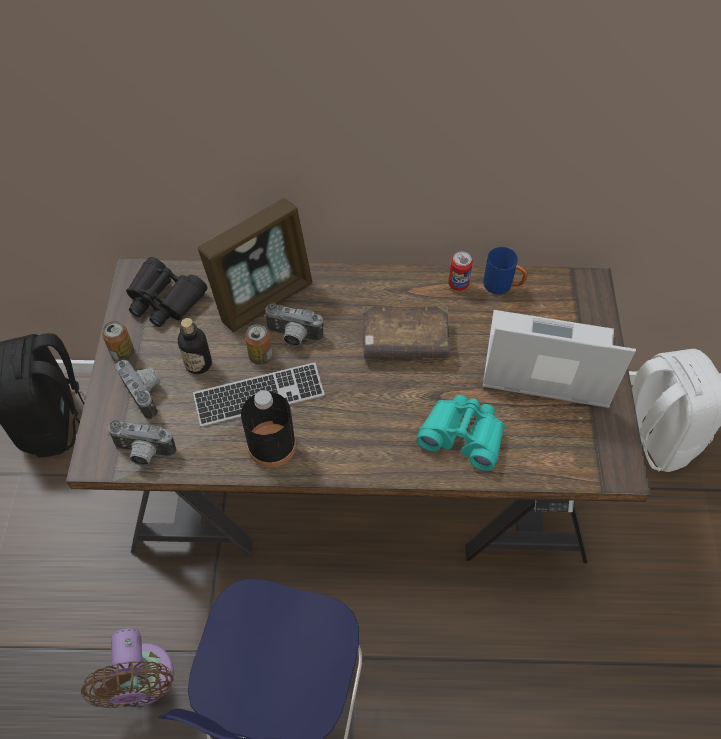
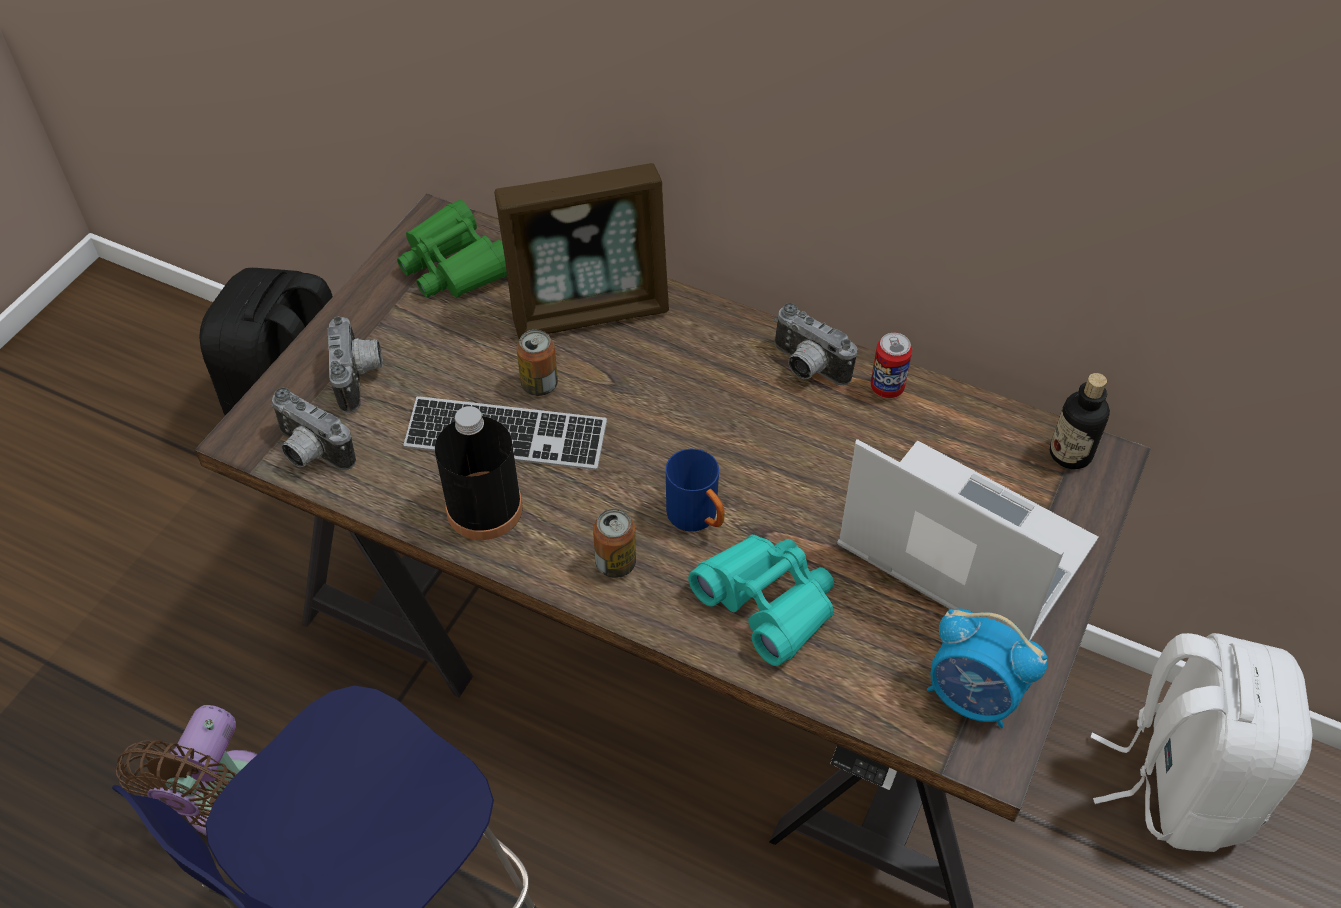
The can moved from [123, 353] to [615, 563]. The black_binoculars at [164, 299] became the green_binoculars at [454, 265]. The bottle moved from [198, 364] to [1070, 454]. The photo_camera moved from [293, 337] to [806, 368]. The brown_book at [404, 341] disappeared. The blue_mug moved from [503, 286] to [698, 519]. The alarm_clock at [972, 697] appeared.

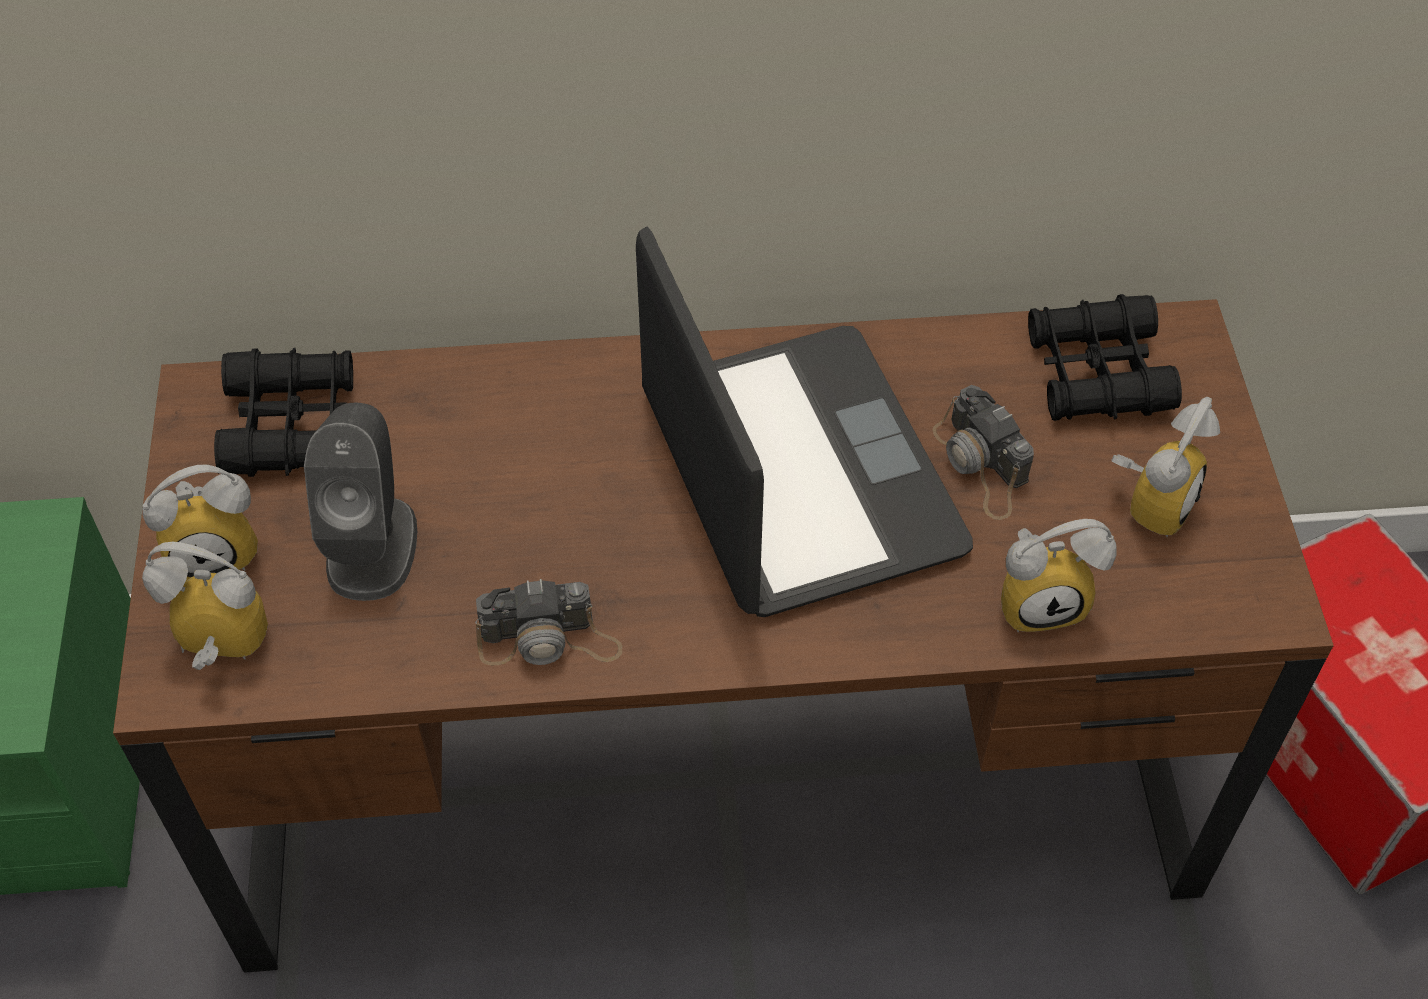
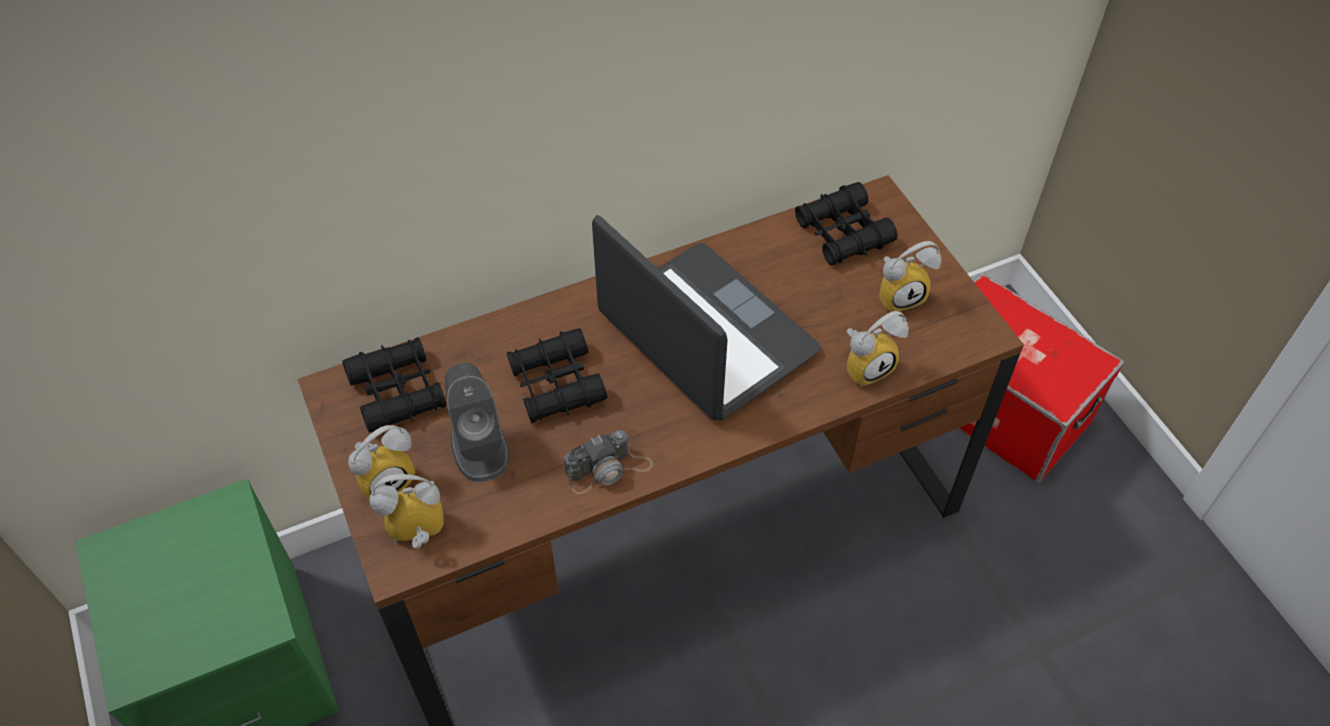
The photo_camera at [981, 464] disappeared. The alarm_clock at [1150, 501] turned 60 degrees clockwise. The black_binoculars at [556, 384] appeared.

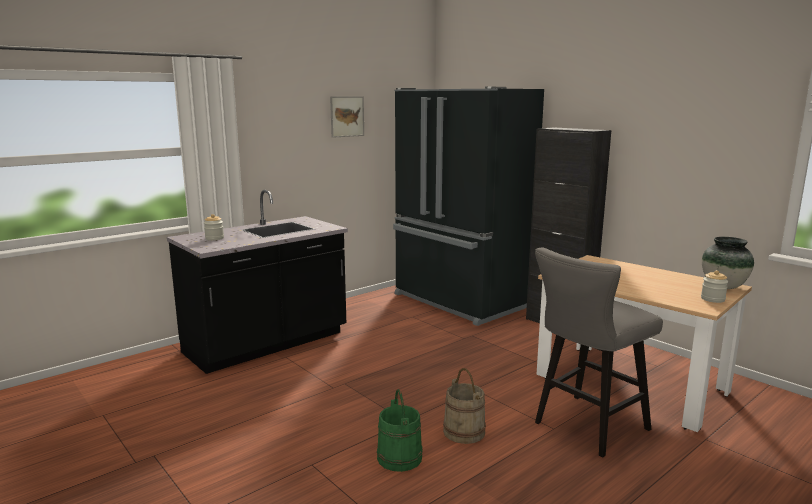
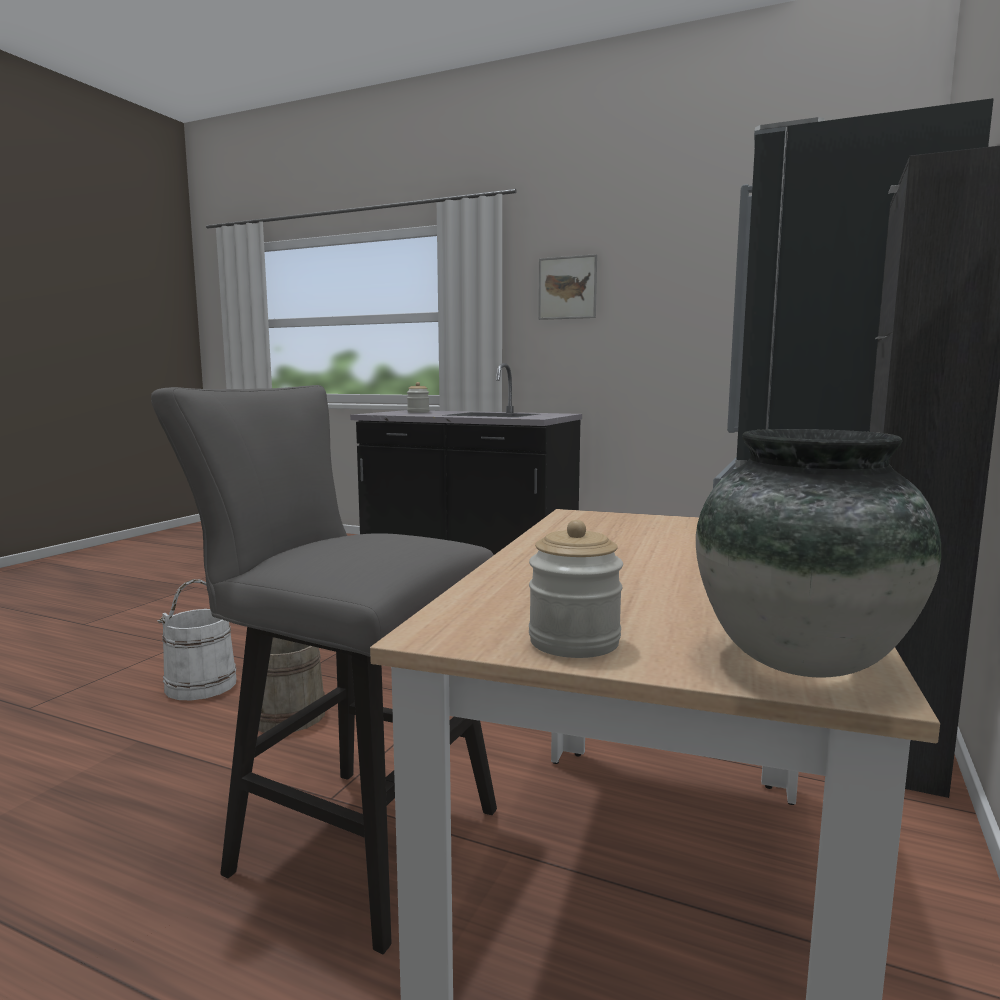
The picture moved from [347, 116] to [567, 288]. The green_bucket at [399, 457] became the white_bucket at [201, 685].

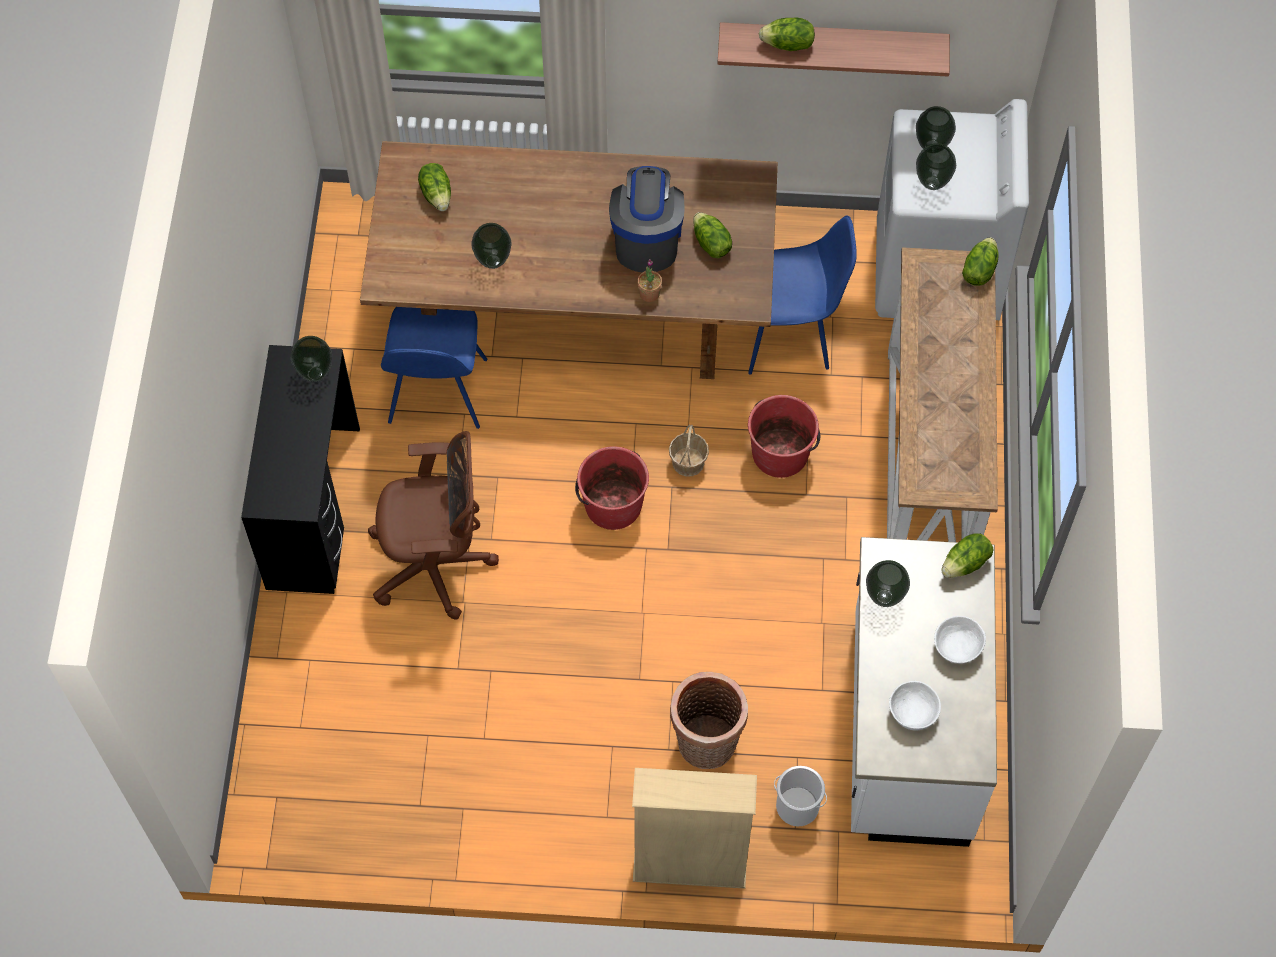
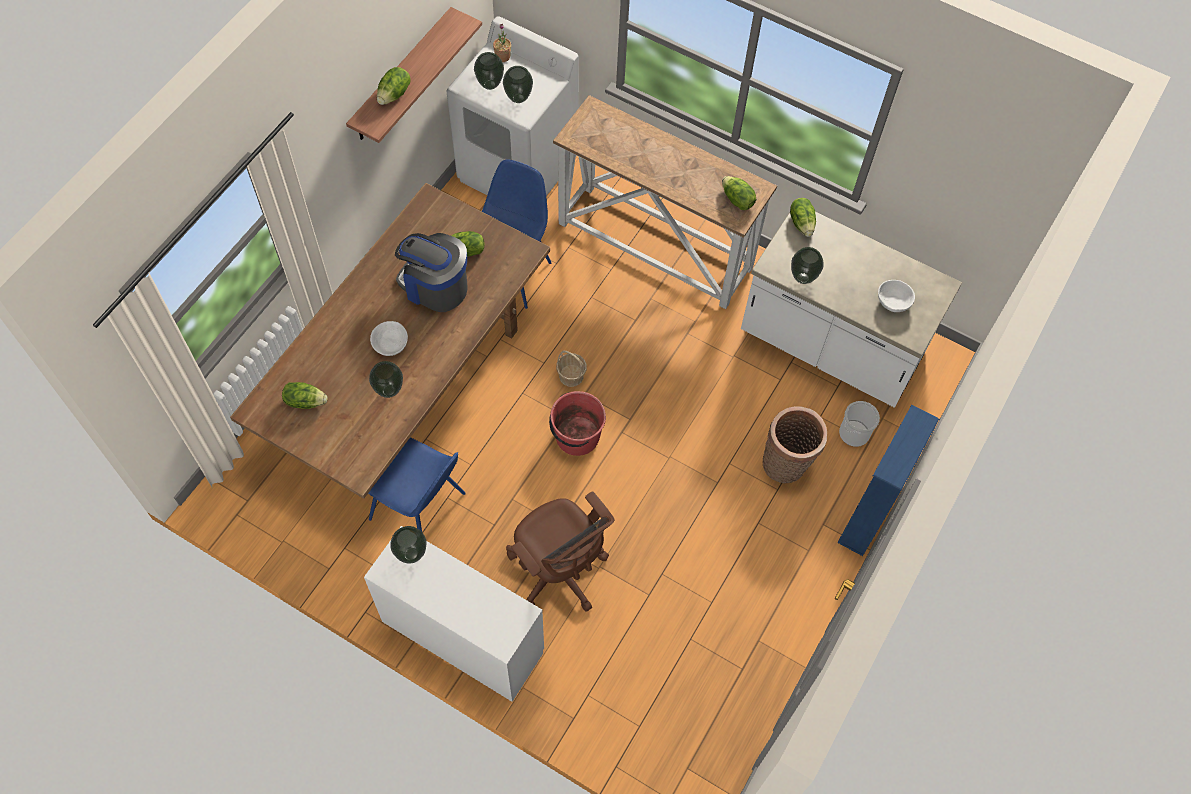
The black_desk at [312, 507] became the white_desk at [462, 637]. The brown_office_chair at [436, 565] turned 120 degrees clockwise. The beige_bookcase at [689, 867] became the blue_bookcase at [868, 516]. The potted_plant moved from [649, 293] to [502, 57]. The red_bucket at [780, 453] disappeared. The white_bowl moved from [957, 646] to [390, 344]. The lettuce moved from [978, 270] to [737, 200].

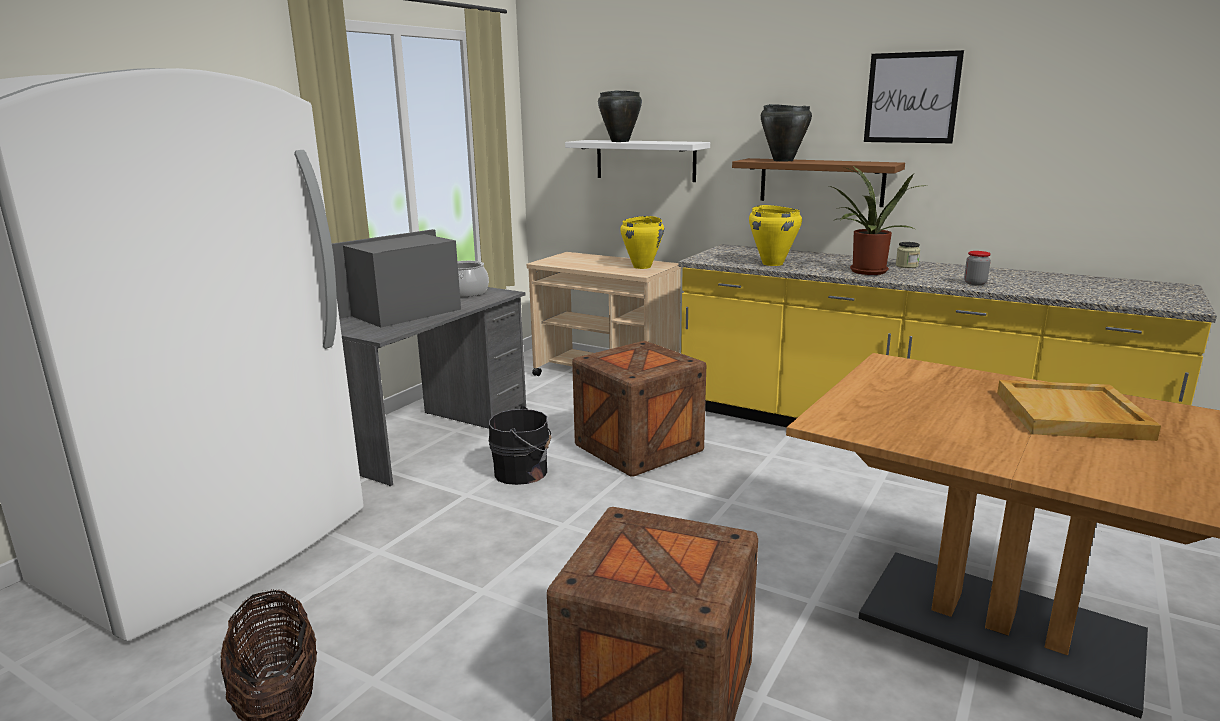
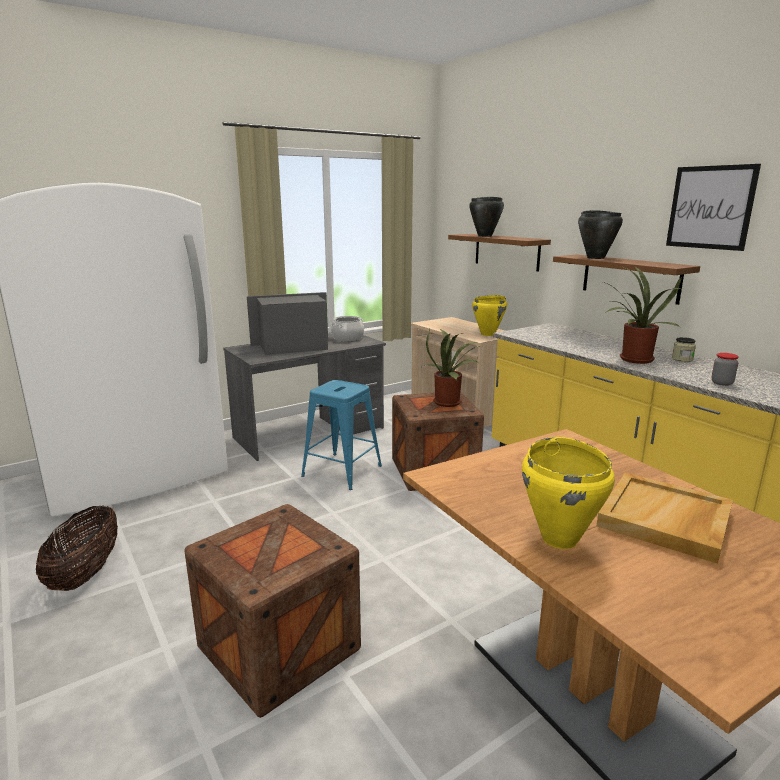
The black_bucket at [523, 472] was replaced by the blue_stool at [342, 470]. The white_shelf at [645, 160] became the brown_shelf at [506, 251]. The yellow_cooking_pot moved from [772, 263] to [560, 538]. The potted_plant at [450, 402] appeared.

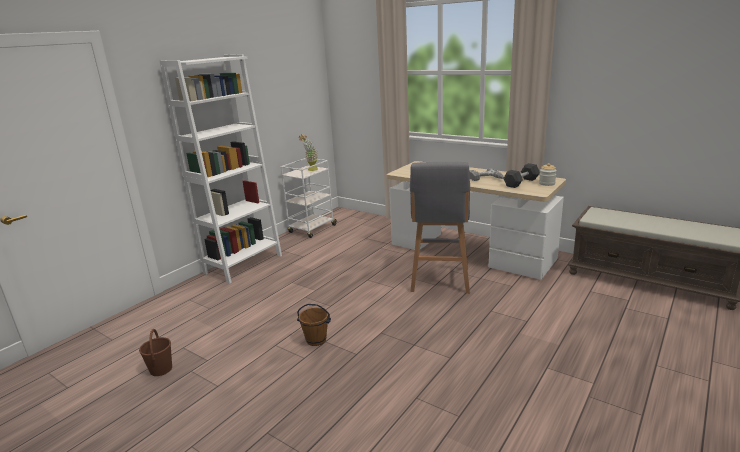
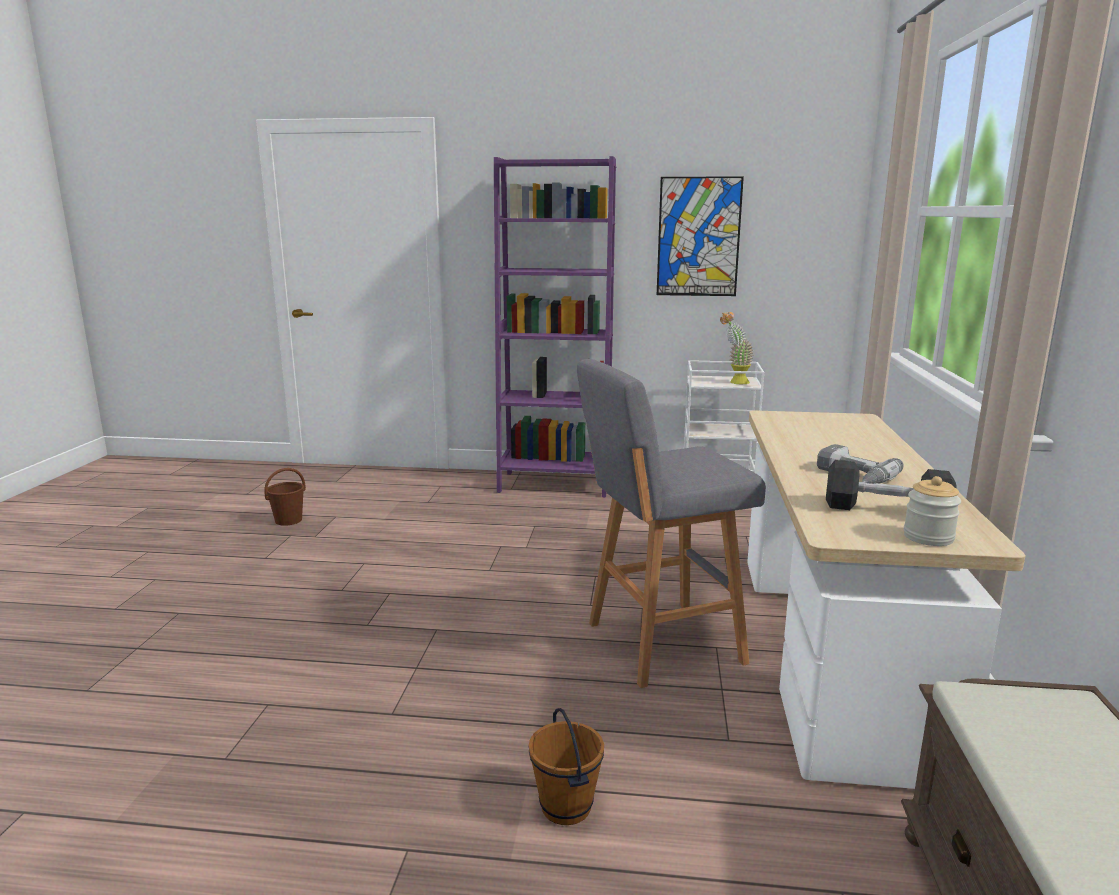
The white_bookcase at [243, 264] became the purple_bookcase at [554, 484]. The brown_bucket moved from [316, 340] to [567, 807]. The picture at [698, 237] appeared.

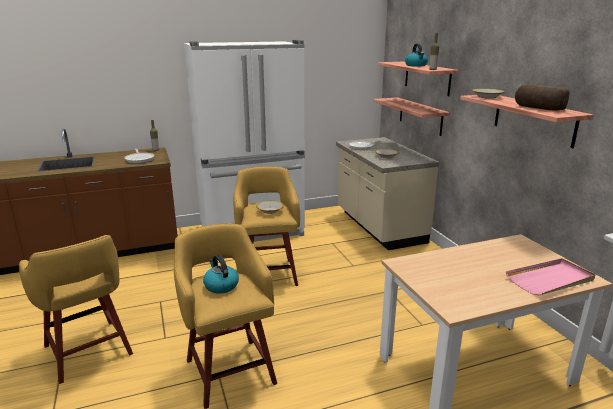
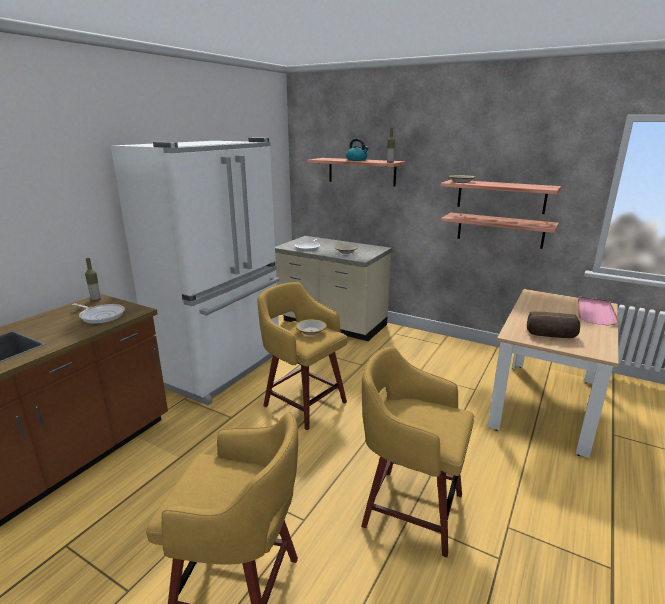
The kettle at [221, 285] disappeared. The shelf moved from [420, 116] to [500, 230]. The bread moved from [538, 108] to [551, 335].

